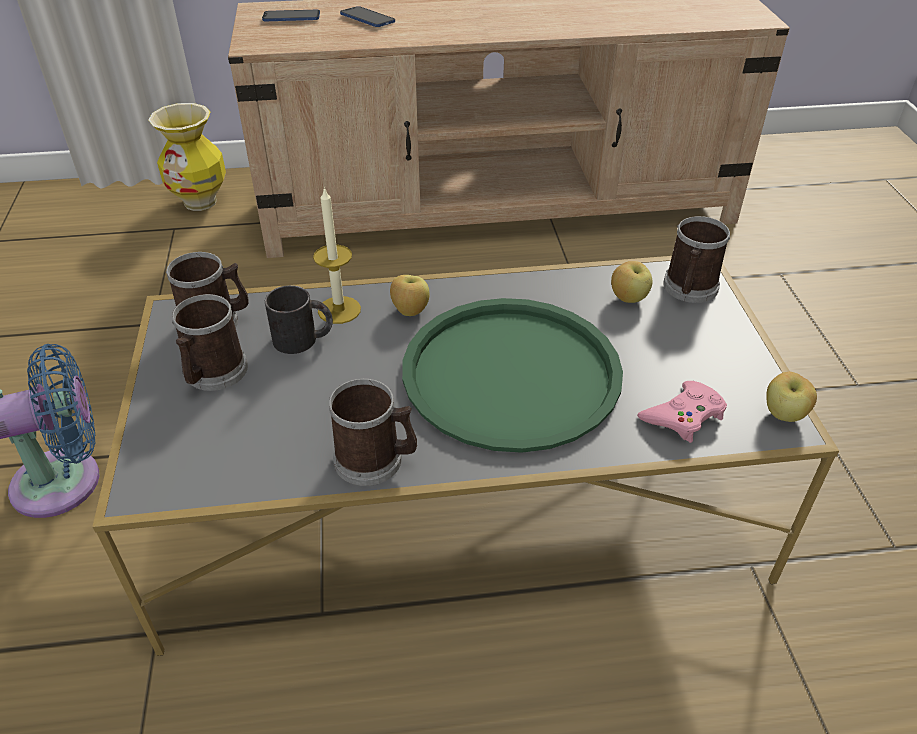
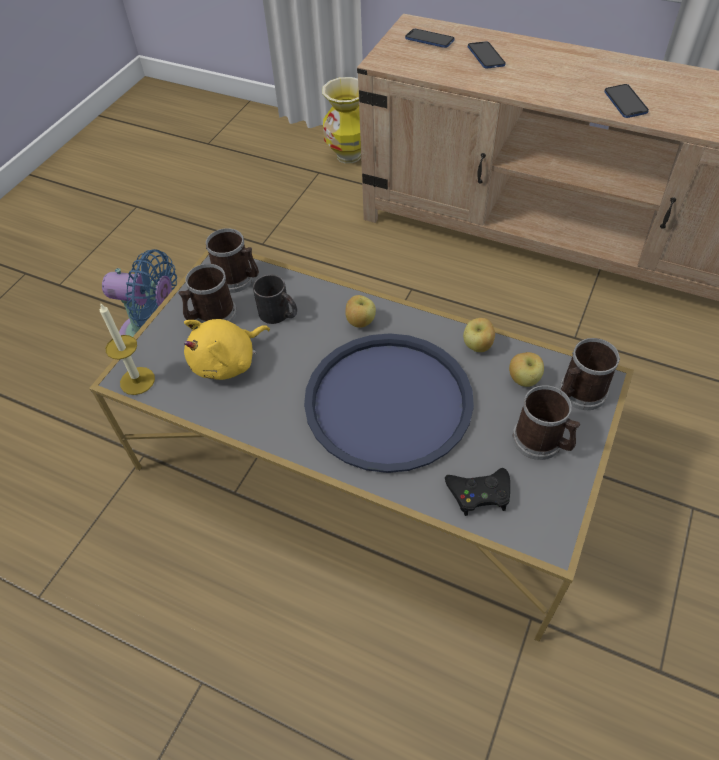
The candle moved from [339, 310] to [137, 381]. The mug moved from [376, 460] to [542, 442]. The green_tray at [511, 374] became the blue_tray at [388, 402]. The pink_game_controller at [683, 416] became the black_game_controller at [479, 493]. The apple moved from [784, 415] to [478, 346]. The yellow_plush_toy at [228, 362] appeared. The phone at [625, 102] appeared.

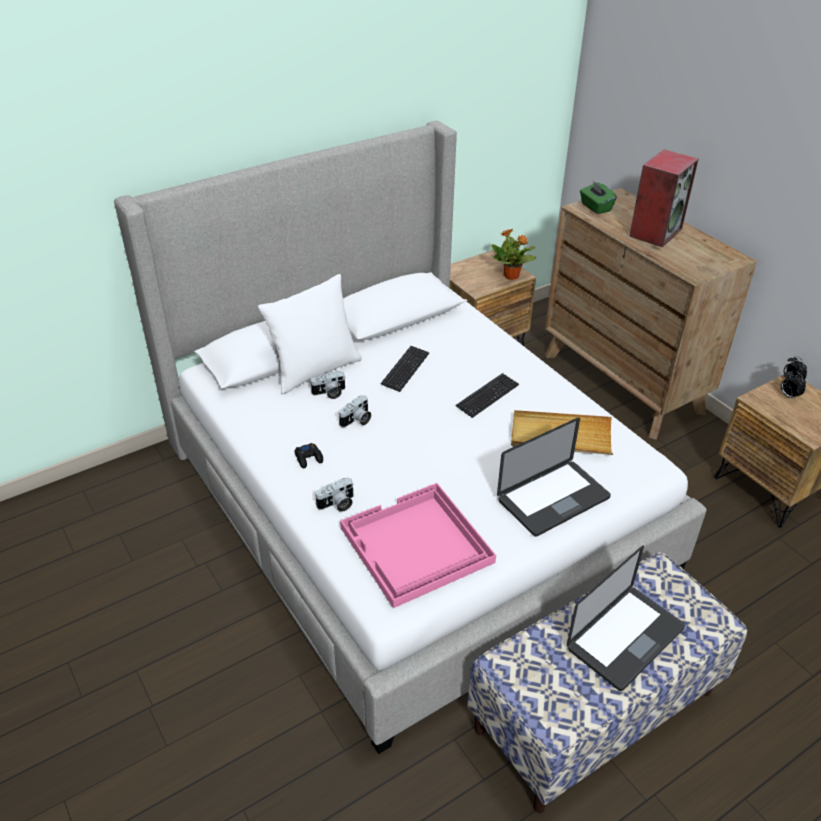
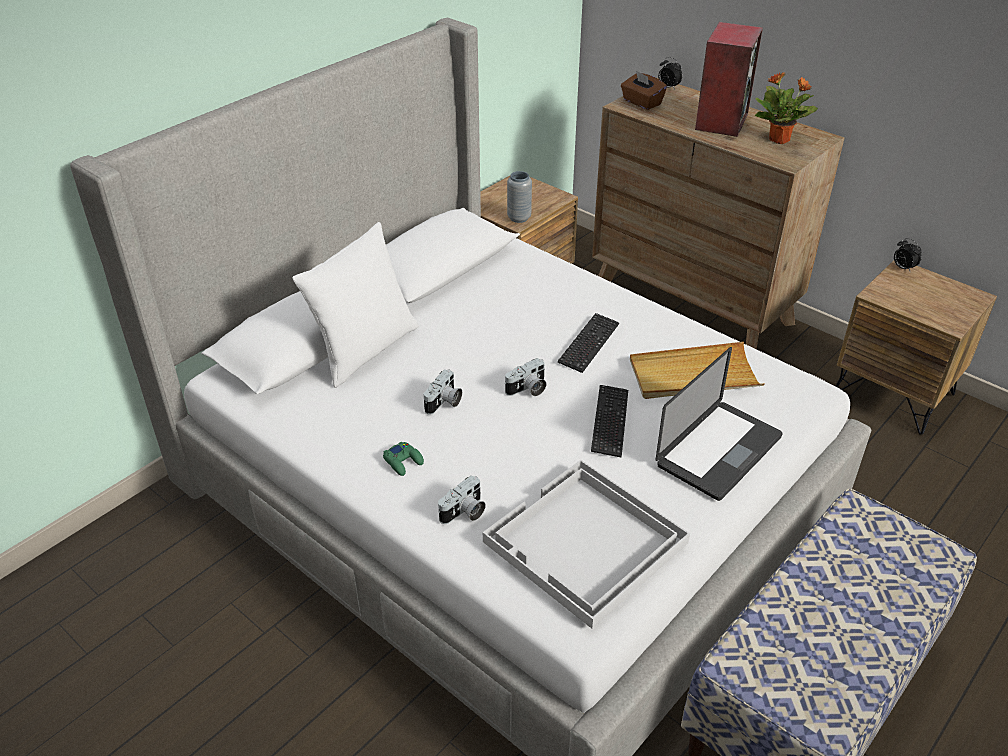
The black_game_controller at [309, 458] became the green_game_controller at [403, 461]. The photo_camera moved from [329, 393] to [528, 389]. The pink_tray at [416, 546] became the white_tray at [585, 544]. The keyboard moved from [405, 369] to [610, 422]. The potted_plant moved from [511, 276] to [780, 140]. The laptop at [625, 638] disappeared. The green_tissue_box at [595, 207] became the brown_tissue_box at [641, 103]. The alarm_clock moved from [788, 396] to [668, 87]. The grey_vase at [519, 218] appeared.

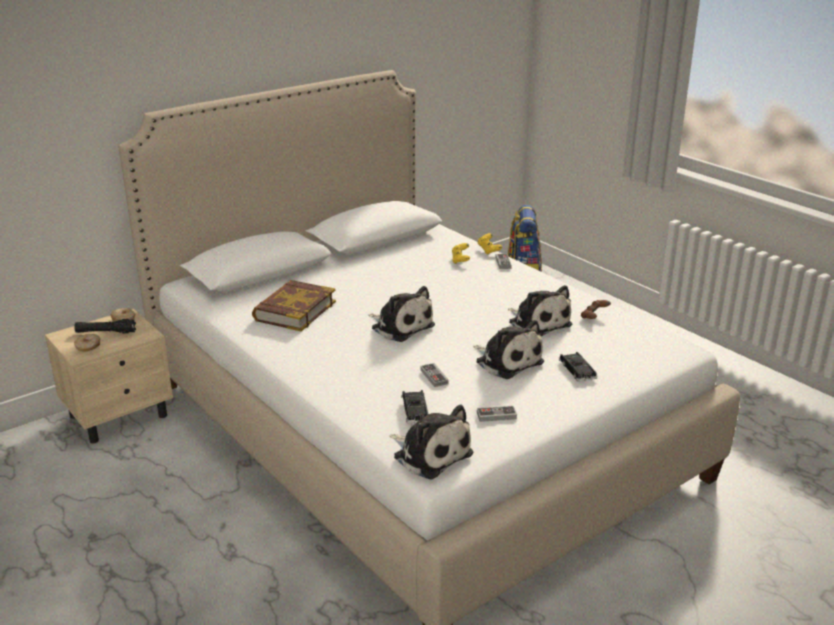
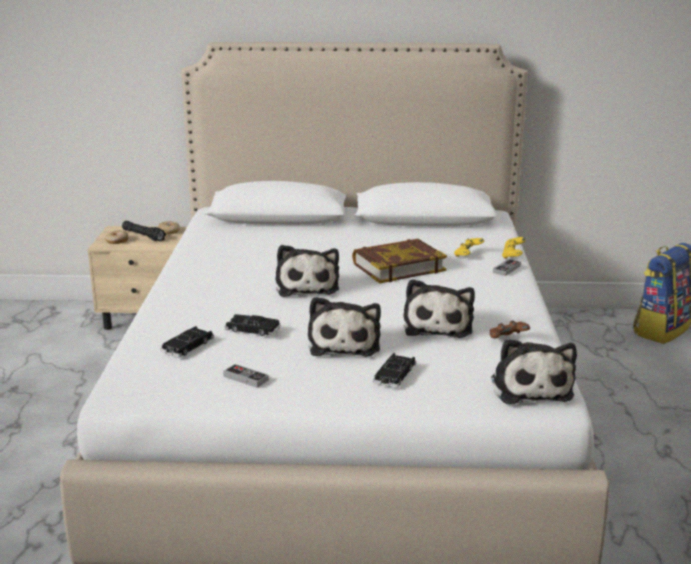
The book moved from [294, 311] to [398, 267]. The plush_toy moved from [430, 454] to [530, 387]. The game_controller at [434, 377] was replaced by the black_toy_car at [252, 329].

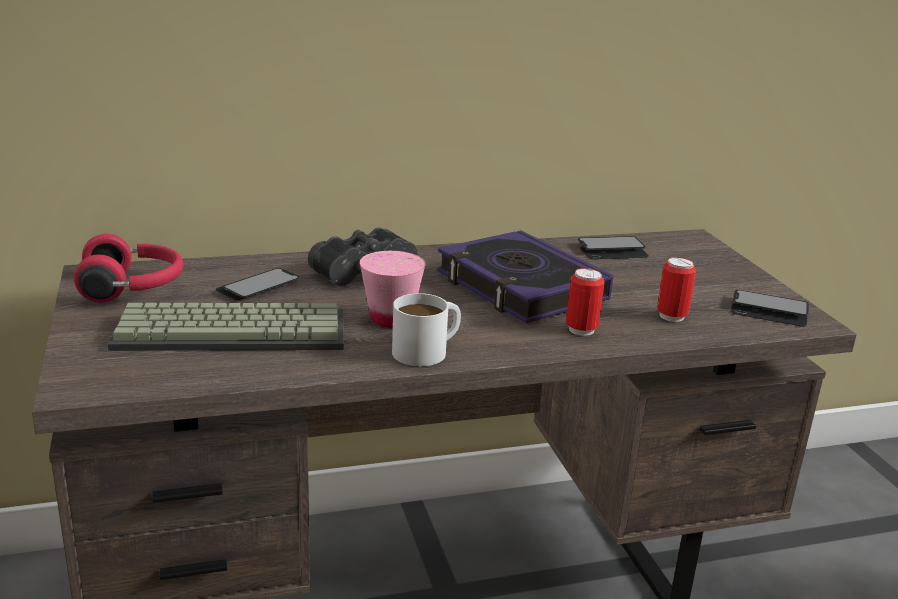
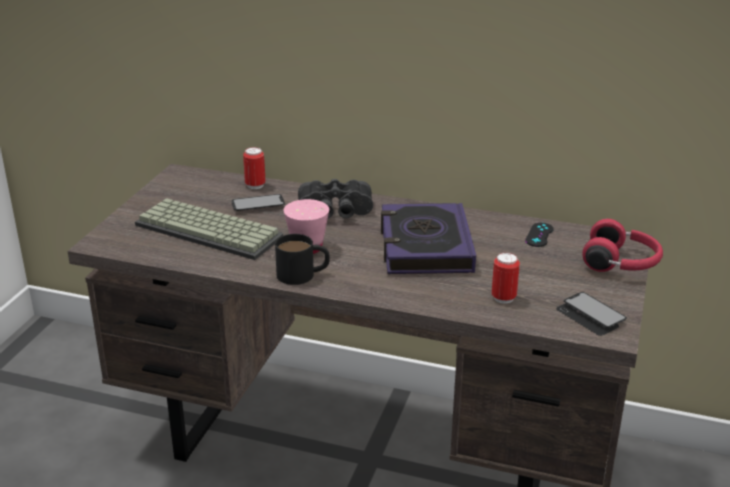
The red_headphones moved from [133, 288] to [621, 263]. The white_mug at [428, 350] became the black_mug at [303, 274]. The can moved from [581, 329] to [255, 185]. The phone at [612, 250] was replaced by the black_game_controller at [539, 235].

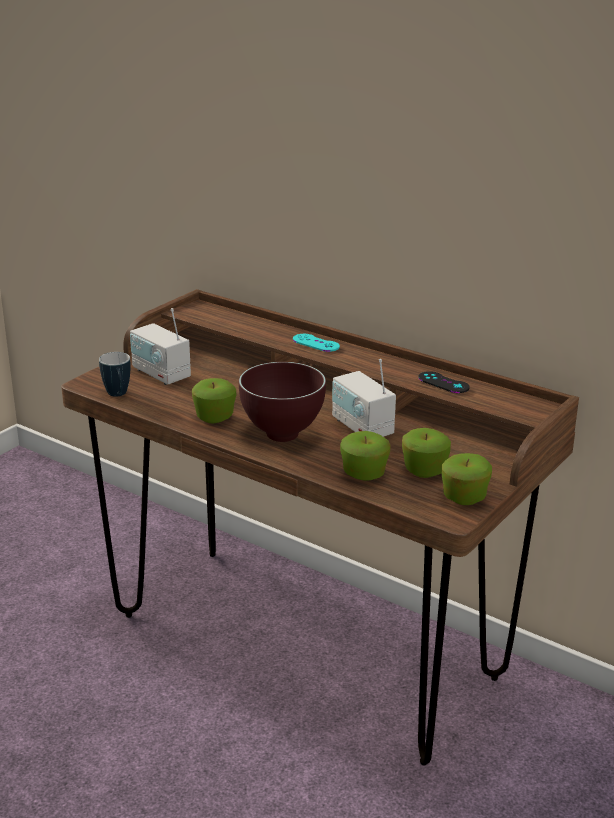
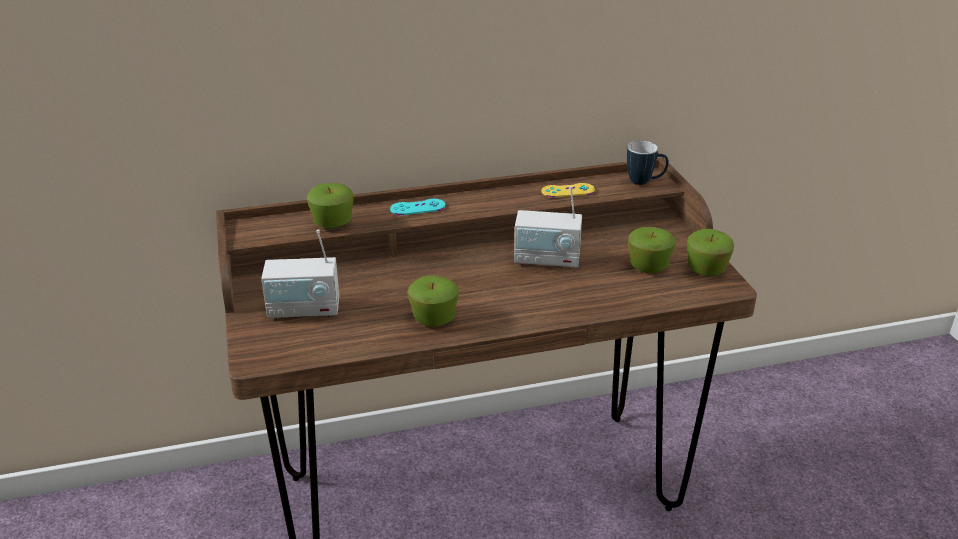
The mug moved from [118, 395] to [645, 182]. The brown_bowl at [282, 437] disappeared. The apple moved from [364, 474] to [332, 223]. The black_game_controller at [443, 383] became the yellow_game_controller at [568, 191].

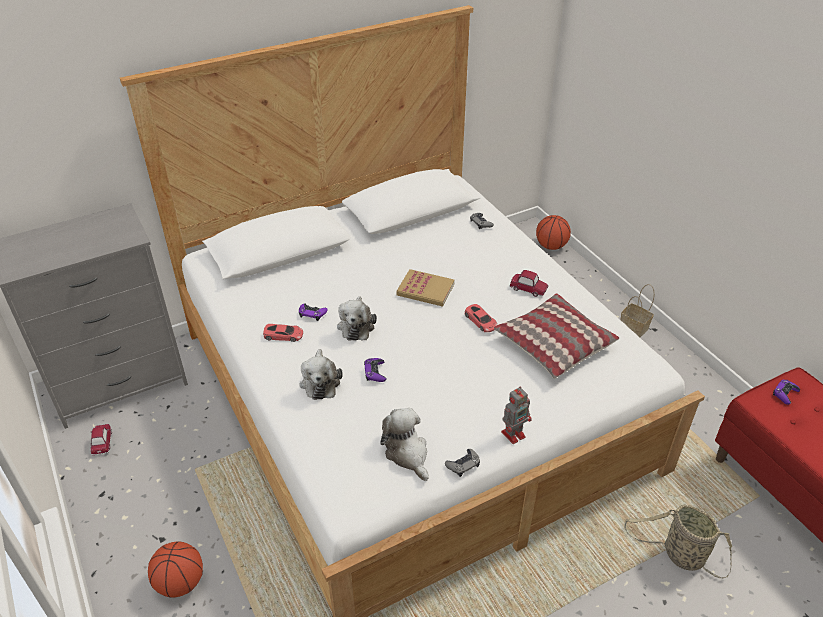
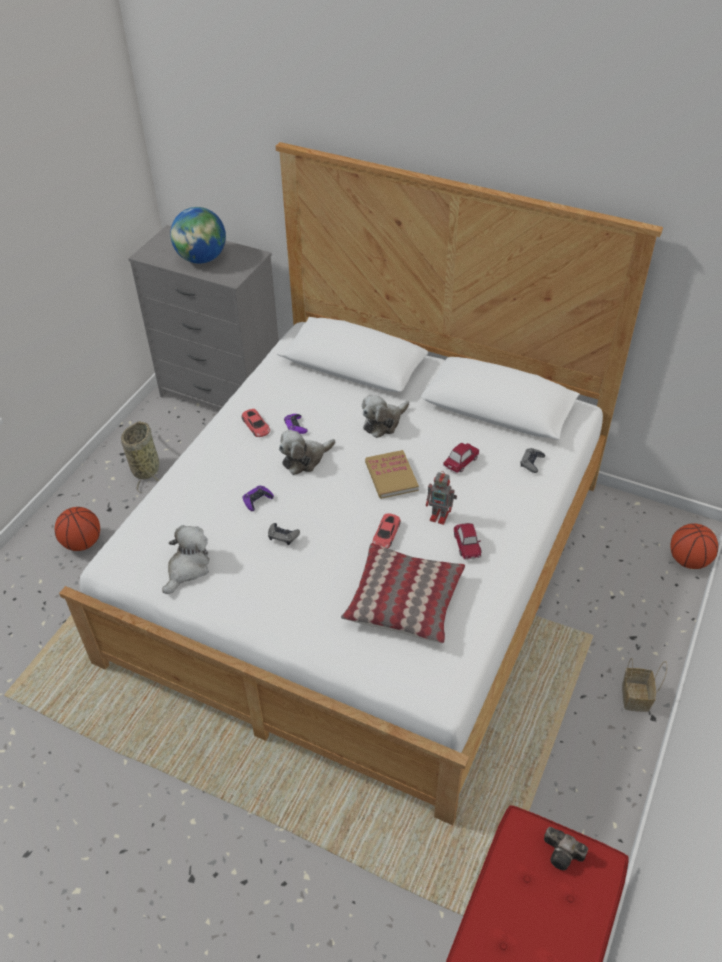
The toy_car moved from [102, 442] to [461, 461]. The plush_toy moved from [320, 381] to [383, 423]. The grey_game_controller moved from [463, 464] to [283, 535]. The toy_robot moved from [514, 434] to [440, 516]. The basket moved from [680, 555] to [146, 468]. The purple_game_controller at [785, 393] was replaced by the photo_camera at [564, 854]. The globe at [202, 259] appeared.

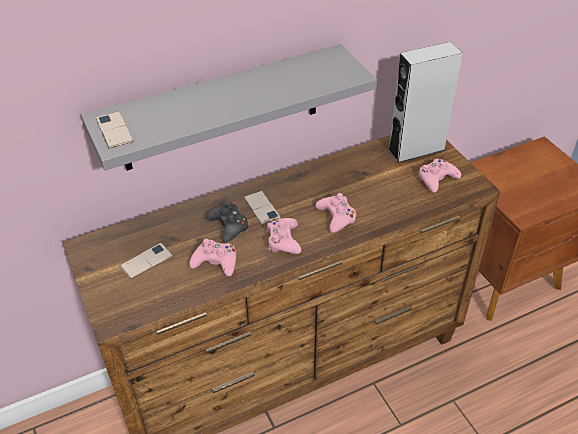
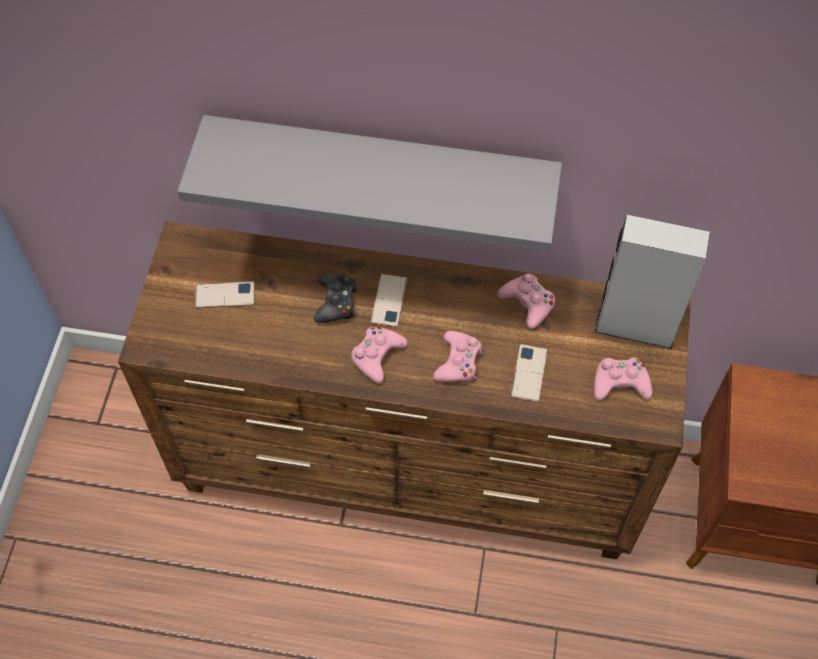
The phone moved from [114, 130] to [529, 373]. The pink_game_controller moved from [216, 262] to [528, 303].

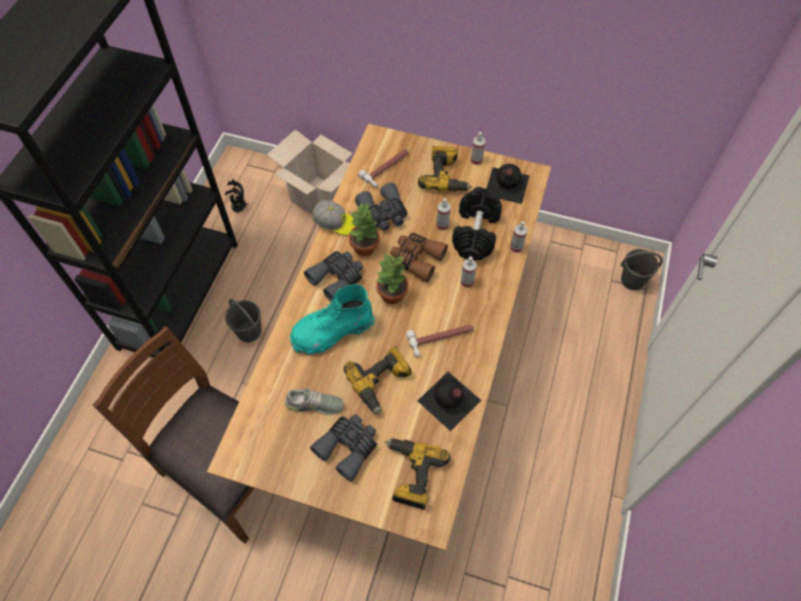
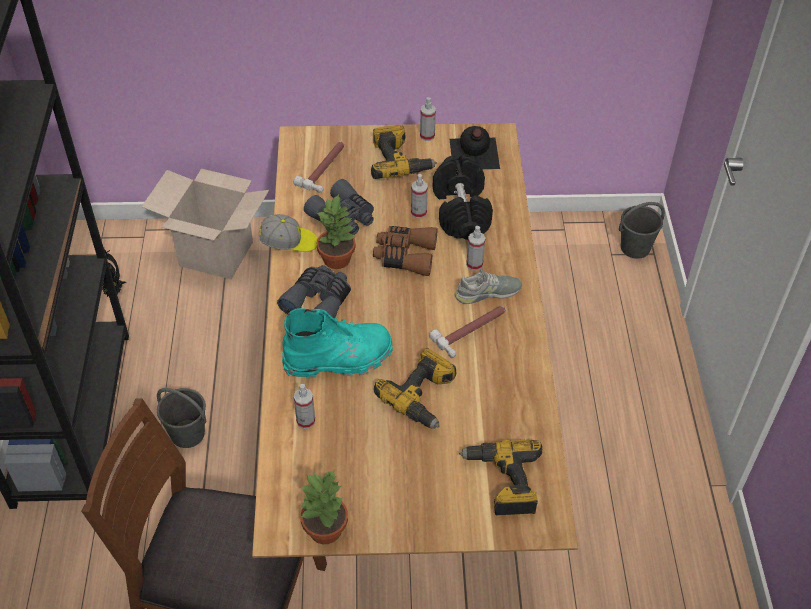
The grey_shoe moved from [314, 404] to [487, 293]. The turquoise_boot at [332, 331] turned 150 degrees counterclockwise. The grey_binoculars at [348, 447] disappeared. The potted_plant moved from [392, 295] to [326, 530]. The black_bottle at [449, 401] disappeared. The spray_bottle moved from [516, 247] to [306, 421].

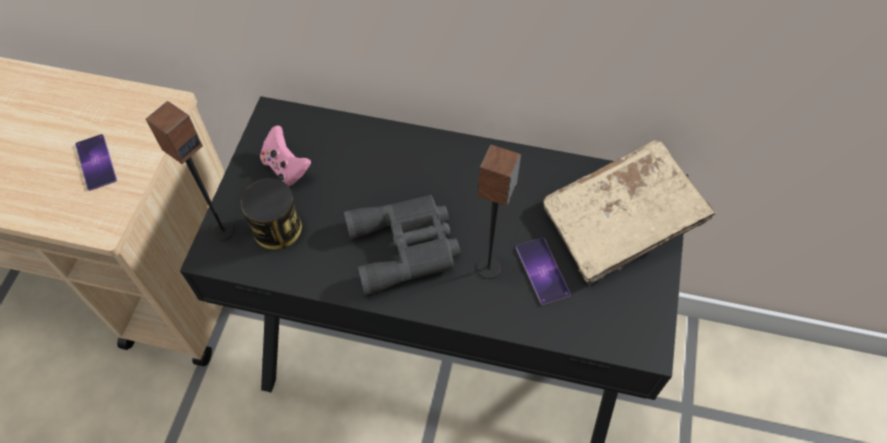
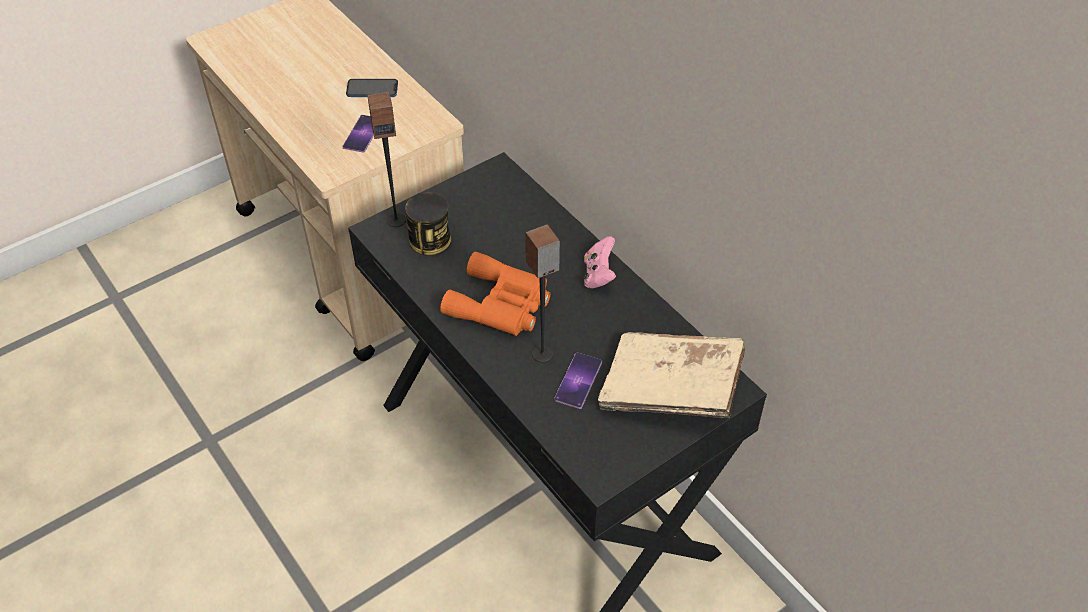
The pink_game_controller moved from [286, 168] to [598, 275]. The grey_binoculars at [406, 247] became the orange_binoculars at [501, 304]. The phone at [372, 89] appeared.

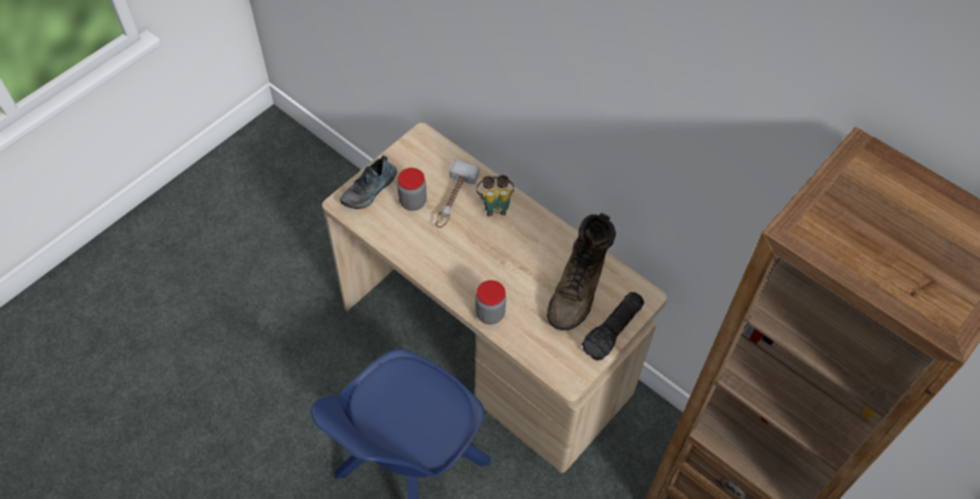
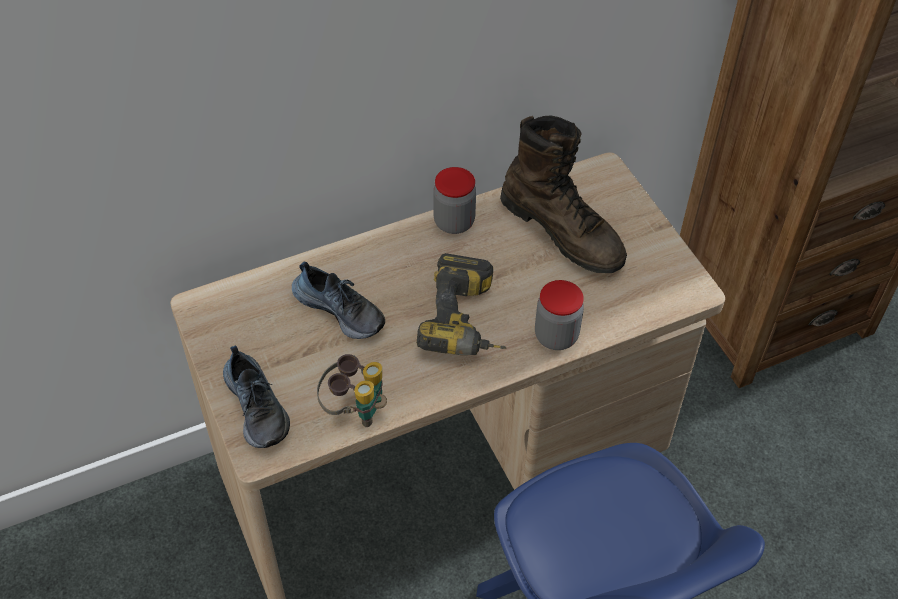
The jar moved from [413, 202] to [454, 222]. The hammer at [453, 200] was replaced by the shoe at [341, 309]. The binoculars moved from [495, 205] to [355, 409]. The flashlight at [613, 331] disappeared. The power_drill at [468, 322] appeared.

